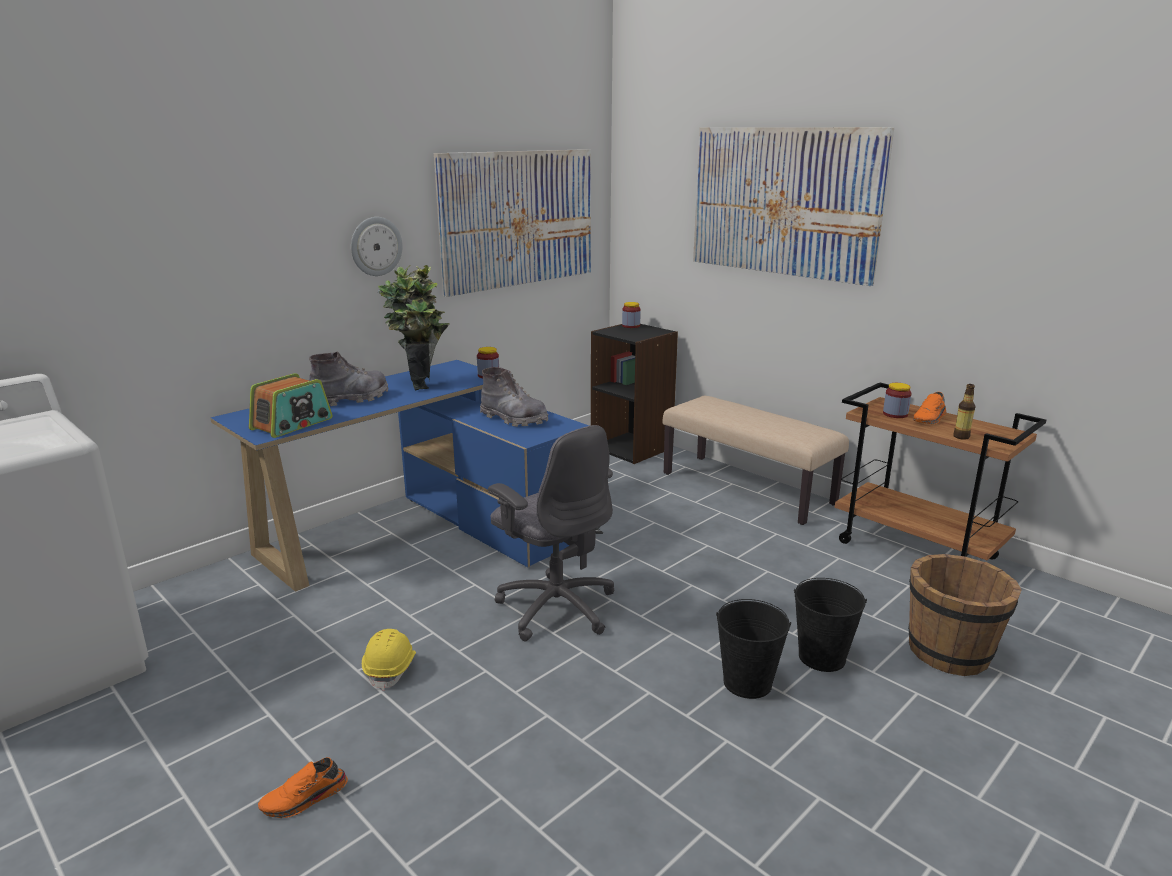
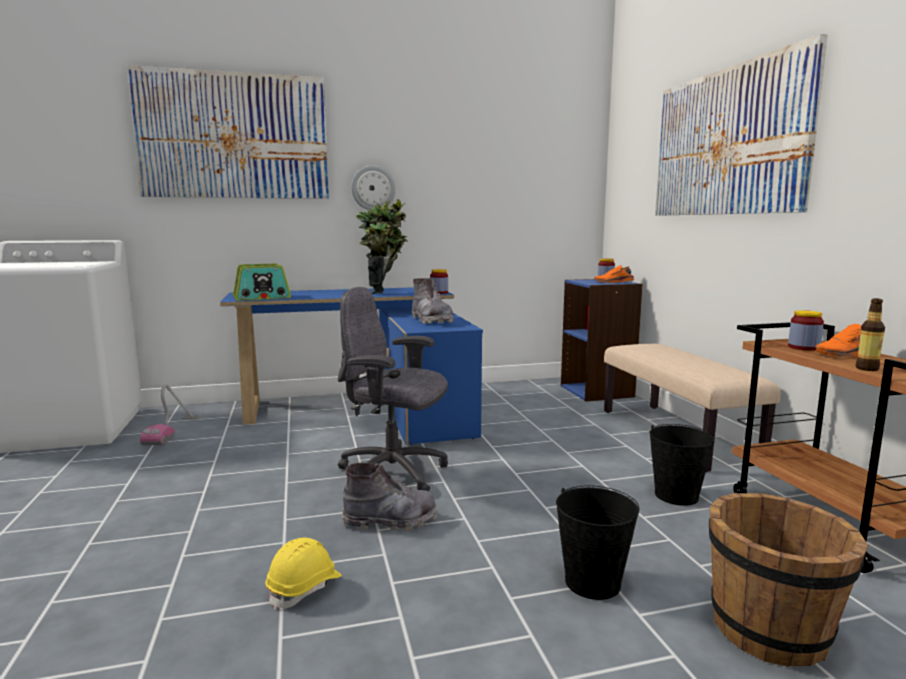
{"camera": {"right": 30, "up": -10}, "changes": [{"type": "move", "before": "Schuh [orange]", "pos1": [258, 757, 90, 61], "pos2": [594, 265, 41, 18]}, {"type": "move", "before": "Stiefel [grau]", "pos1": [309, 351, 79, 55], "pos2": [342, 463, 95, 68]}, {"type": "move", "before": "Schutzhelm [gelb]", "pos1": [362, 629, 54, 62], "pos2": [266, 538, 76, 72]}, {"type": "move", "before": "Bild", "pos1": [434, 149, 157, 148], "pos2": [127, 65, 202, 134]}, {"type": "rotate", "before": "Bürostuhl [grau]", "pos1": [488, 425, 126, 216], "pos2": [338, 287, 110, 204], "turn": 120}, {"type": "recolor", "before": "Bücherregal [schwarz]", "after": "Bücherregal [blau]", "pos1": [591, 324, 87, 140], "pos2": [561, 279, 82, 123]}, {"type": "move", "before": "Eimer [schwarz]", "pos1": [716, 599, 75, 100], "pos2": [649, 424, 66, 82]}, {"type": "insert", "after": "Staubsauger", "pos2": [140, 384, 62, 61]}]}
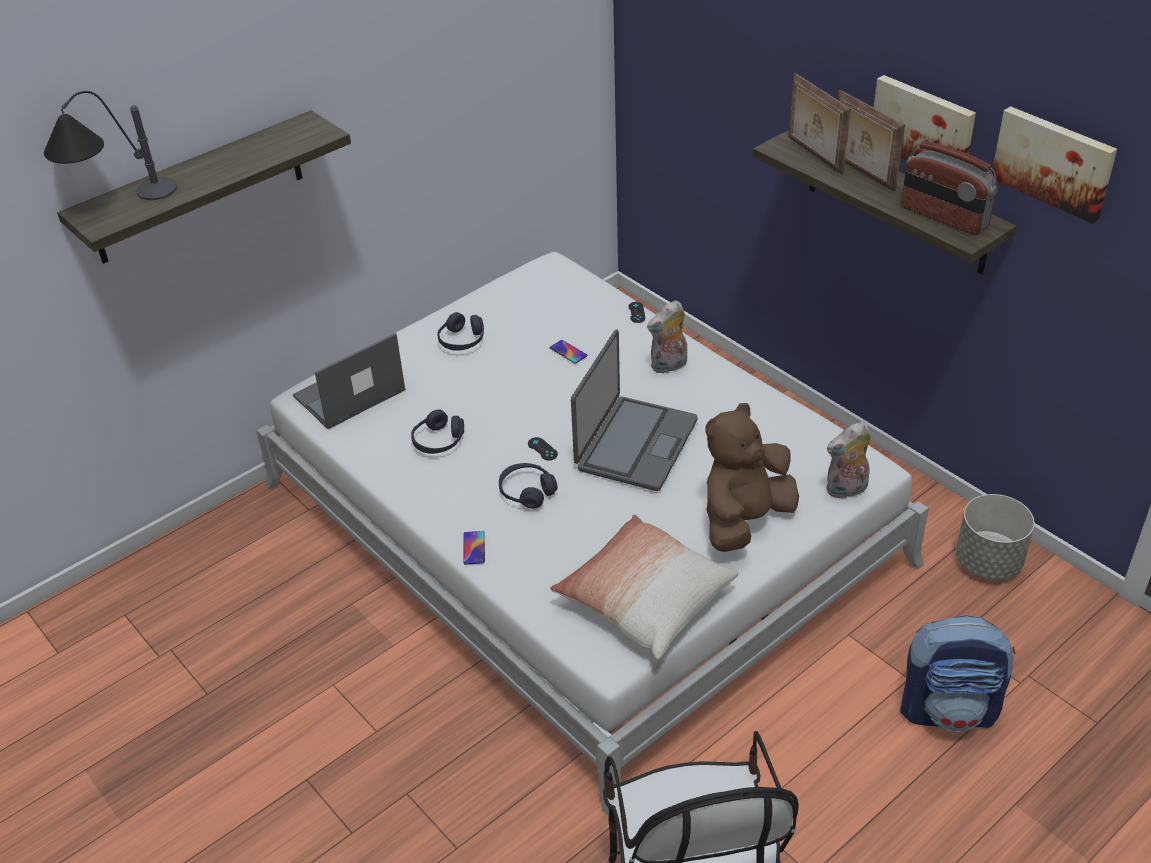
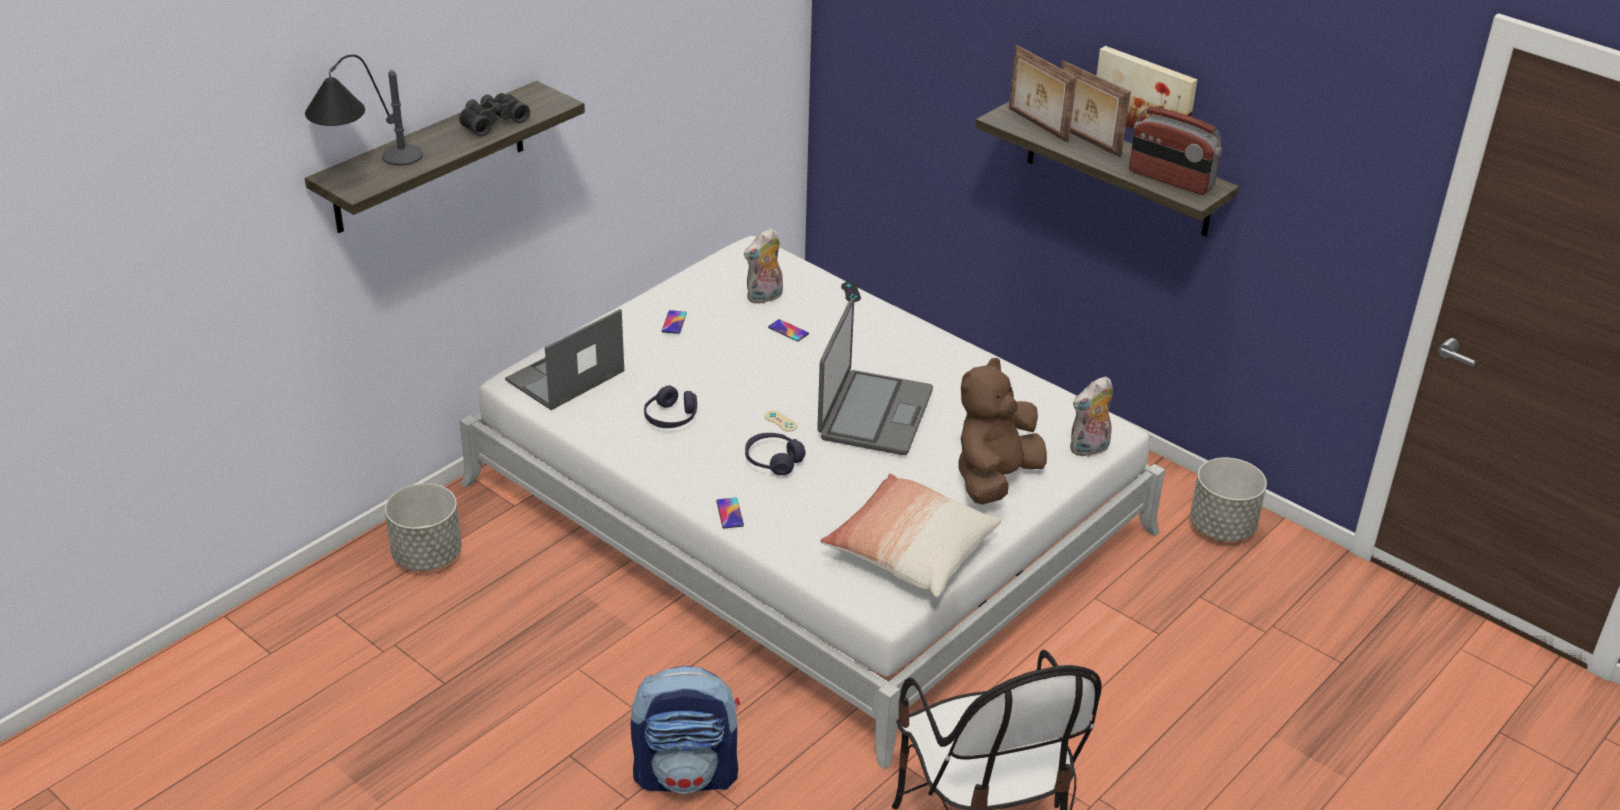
{"camera": {"right": -10, "up": -5}, "changes": [{"type": "replace", "before": "Kopfhörer [lila]", "after": "Handy", "pos1": [438, 312, 46, 39], "pos2": [662, 310, 25, 24]}, {"type": "recolor", "before": "Gamepad [schwarz]", "after": "Gamepad [beige]", "pos1": [528, 437, 30, 23], "pos2": [765, 411, 32, 21]}, {"type": "move", "before": "Plüschtier", "pos1": [647, 300, 40, 74], "pos2": [744, 228, 39, 76]}, {"type": "move", "before": "Rucksack", "pos1": [900, 616, 116, 116], "pos2": [631, 666, 109, 128]}, {"type": "delete", "before": "Bild", "pos1": [992, 106, 125, 118]}, {"type": "insert", "after": "Pflanzkübel [grau]", "pos2": [385, 483, 77, 88]}, {"type": "insert", "after": "Fernglas [schwarz]", "pos2": [459, 93, 71, 44]}]}
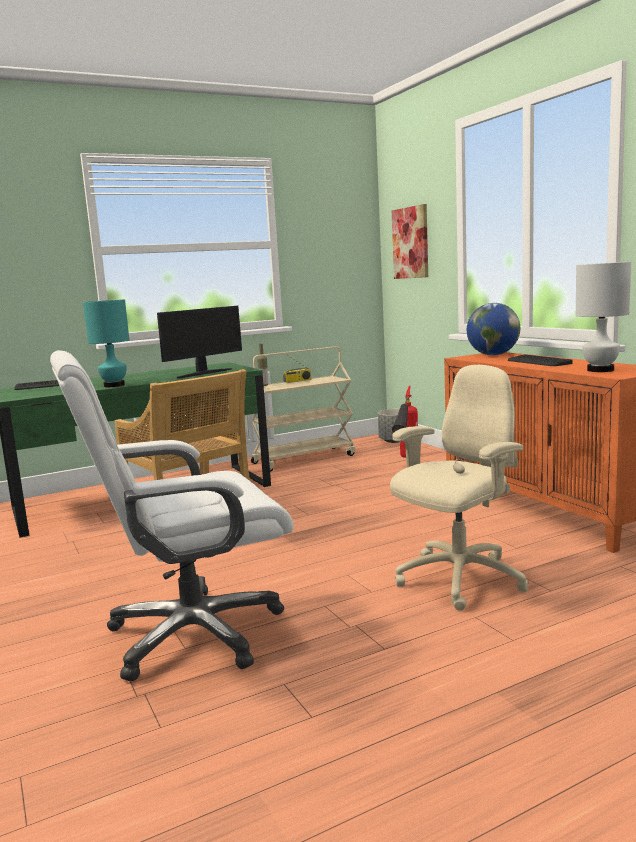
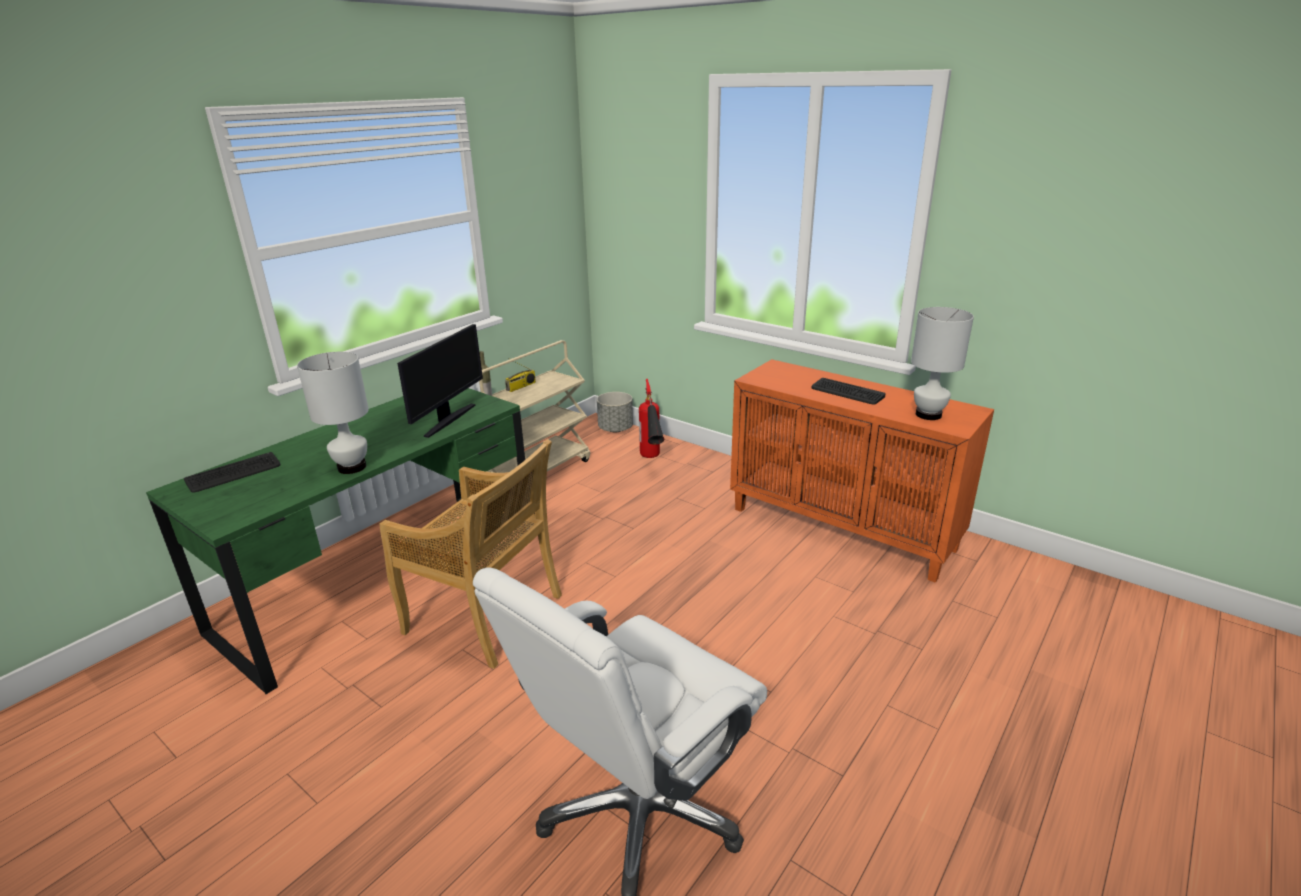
{"camera": {"right": -25, "up": 15}, "changes": [{"type": "recolor", "before": "Tischlampe [türkis]", "after": "Tischlampe [weiß]", "pos1": [83, 300, 46, 87], "pos2": [297, 352, 72, 122]}, {"type": "delete", "before": "Bürostuhl [beige]", "pos1": [390, 365, 139, 246]}, {"type": "delete", "before": "Bild", "pos1": [392, 204, 36, 75]}, {"type": "delete", "before": "Globus", "pos1": [467, 303, 53, 52]}]}
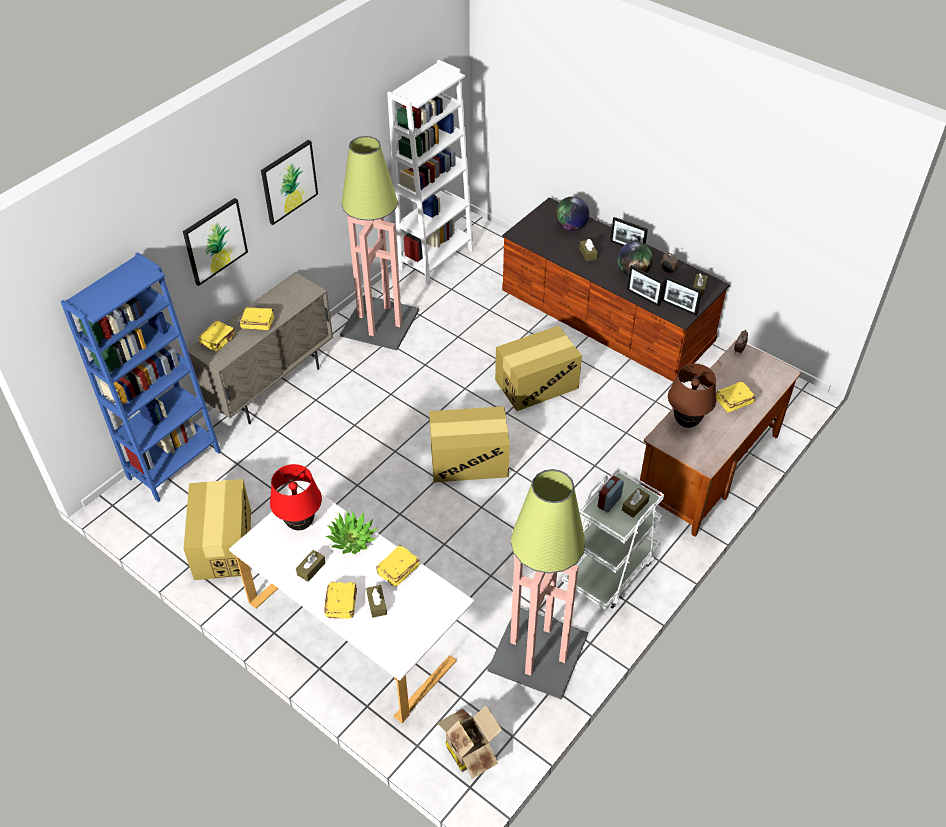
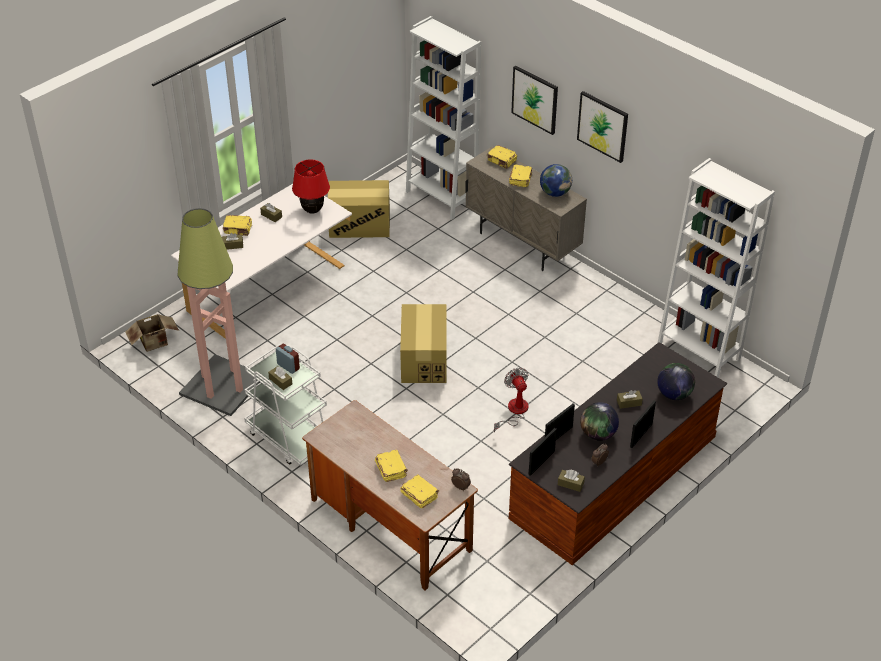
{"camera": {"right": 95, "up": -5}, "changes": [{"type": "recolor", "before": "Bücherregal [blau]", "after": "Bücherregal [weiß]", "pos1": [61, 252, 160, 250], "pos2": [406, 16, 75, 204]}, {"type": "delete", "before": "Topfpflanze", "pos1": [325, 510, 52, 44]}, {"type": "delete", "before": "Stehlampe", "pos1": [340, 136, 79, 214]}, {"type": "move", "before": "Buch [gelb]", "pos1": [376, 545, 44, 42], "pos2": [400, 474, 39, 34]}, {"type": "replace", "before": "Karton", "after": "Ventilator", "pos1": [495, 325, 87, 86], "pos2": [494, 368, 35, 65]}, {"type": "delete", "before": "Tischlampe [braun]", "pos1": [668, 363, 48, 65]}, {"type": "insert", "after": "Globus", "pos2": [540, 164, 32, 33]}]}
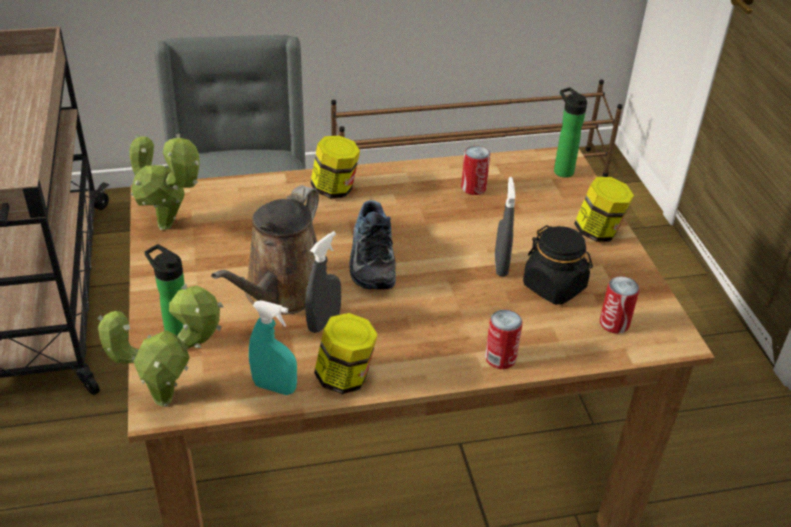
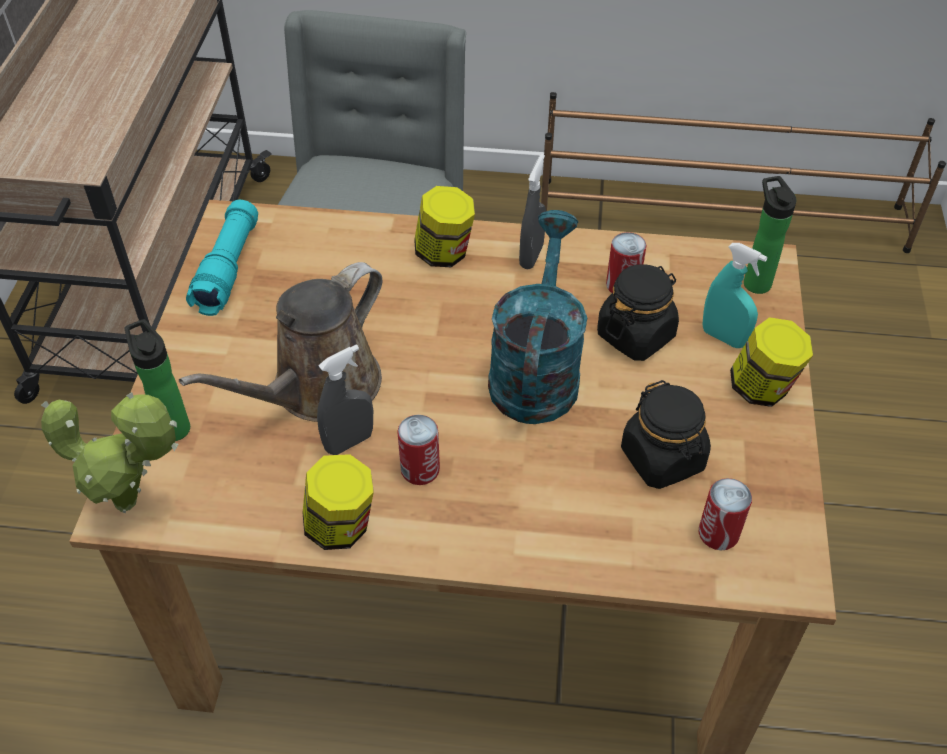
{"camera": {"right": 20, "up": 10}, "changes": [{"type": "replace", "before": "Topfpflanze", "after": "Taschenlampe [türkis]", "pos1": [129, 134, 71, 96], "pos2": [186, 200, 72, 116]}, {"type": "move", "before": "Sprühflasche [türkis]", "pos1": [249, 300, 48, 95], "pos2": [702, 243, 65, 105]}, {"type": "delete", "before": "Schuh", "pos1": [349, 200, 47, 89]}, {"type": "move", "before": "Dose", "pos1": [485, 309, 37, 60], "pos2": [397, 415, 43, 70]}, {"type": "move", "before": "Sprühflasche [grau]", "pos1": [495, 177, 20, 99], "pos2": [519, 154, 27, 115]}, {"type": "insert", "after": "Gießkanne [türkis]", "pos2": [488, 210, 99, 214]}, {"type": "insert", "after": "Vorratsglas [schwarz]", "pos2": [597, 264, 82, 97]}]}
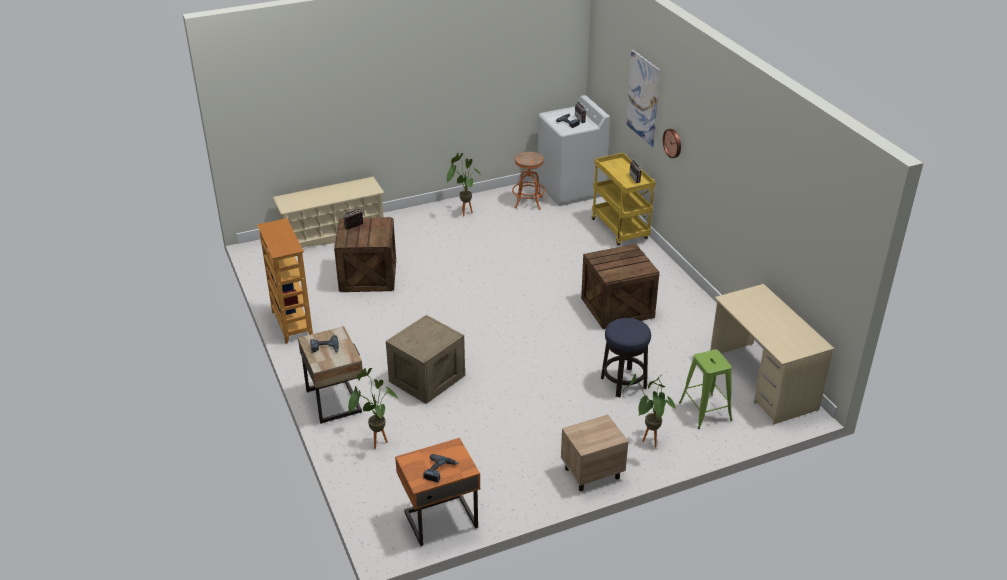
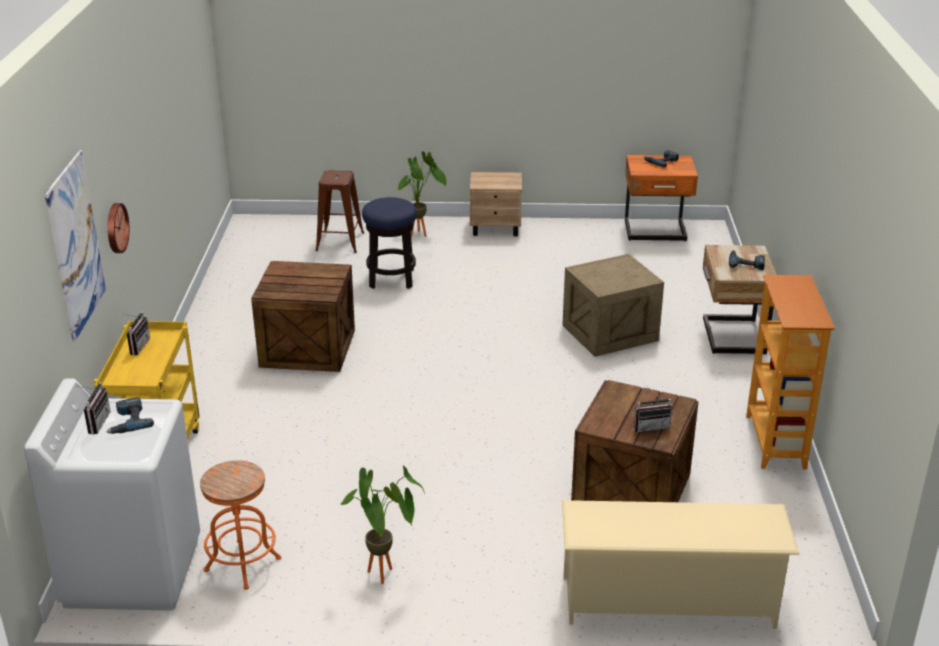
{"camera": {"right": -155, "up": -5}, "changes": [{"type": "delete", "before": "Topfpflanze", "pos1": [348, 368, 50, 81]}, {"type": "recolor", "before": "Hocker [grün]", "after": "Hocker [braun]", "pos1": [679, 349, 53, 80], "pos2": [315, 170, 49, 83]}, {"type": "delete", "before": "Schreibtisch [beige]", "pos1": [710, 284, 125, 140]}]}
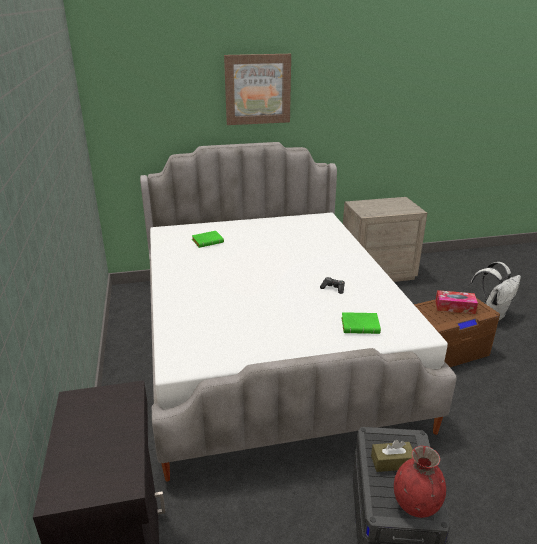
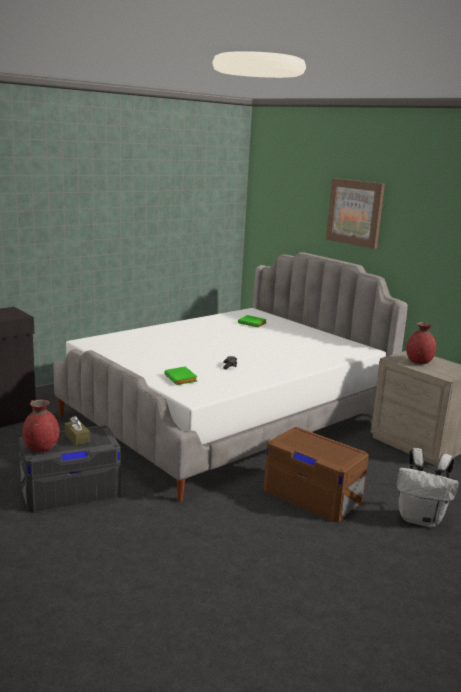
{"camera": {"right": 60, "up": -10}, "changes": [{"type": "delete", "before": "Taschentuchbox", "pos1": [435, 290, 43, 24]}, {"type": "insert", "after": "Vase [rot]", "pos2": [406, 322, 30, 42]}]}
